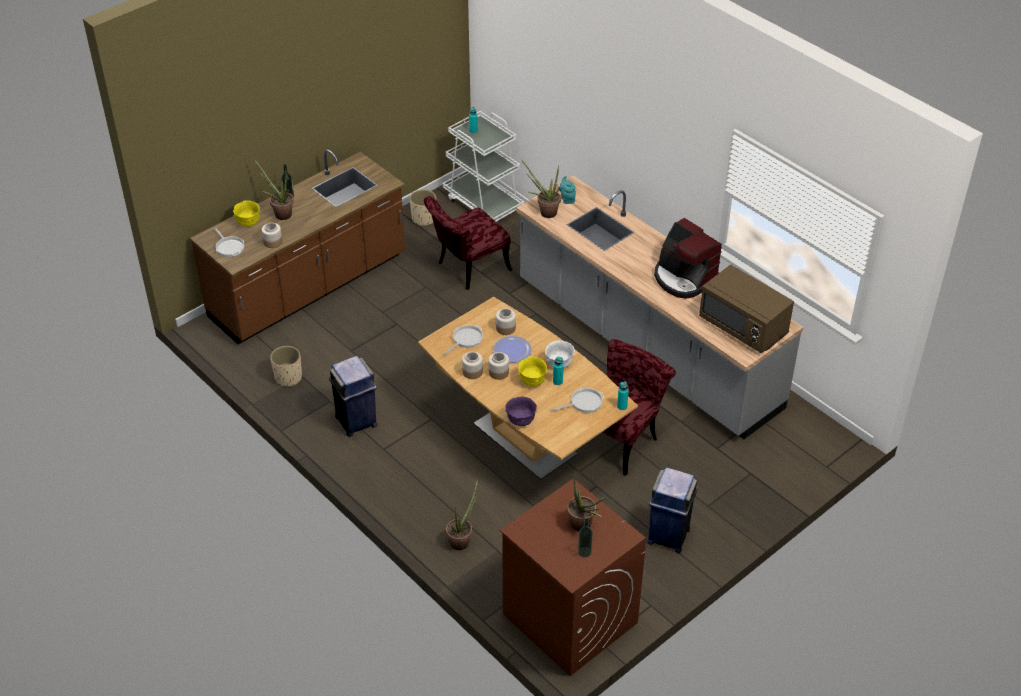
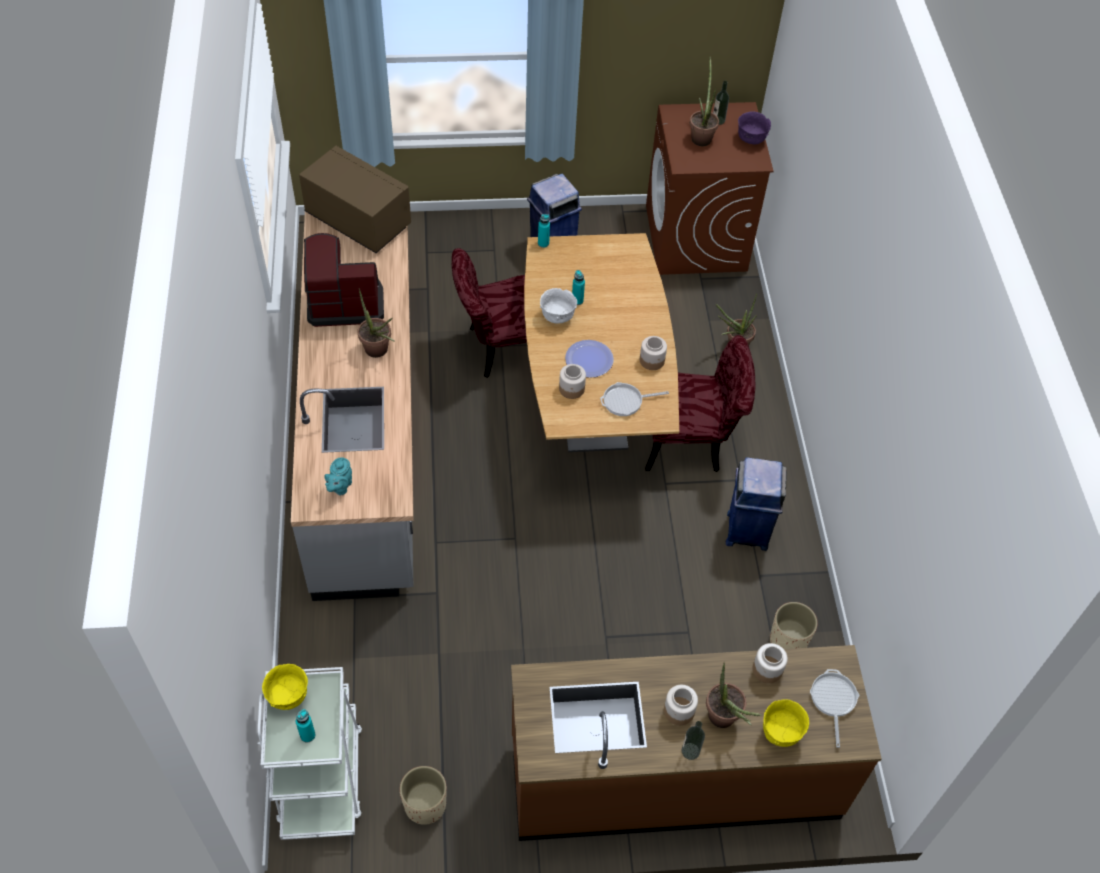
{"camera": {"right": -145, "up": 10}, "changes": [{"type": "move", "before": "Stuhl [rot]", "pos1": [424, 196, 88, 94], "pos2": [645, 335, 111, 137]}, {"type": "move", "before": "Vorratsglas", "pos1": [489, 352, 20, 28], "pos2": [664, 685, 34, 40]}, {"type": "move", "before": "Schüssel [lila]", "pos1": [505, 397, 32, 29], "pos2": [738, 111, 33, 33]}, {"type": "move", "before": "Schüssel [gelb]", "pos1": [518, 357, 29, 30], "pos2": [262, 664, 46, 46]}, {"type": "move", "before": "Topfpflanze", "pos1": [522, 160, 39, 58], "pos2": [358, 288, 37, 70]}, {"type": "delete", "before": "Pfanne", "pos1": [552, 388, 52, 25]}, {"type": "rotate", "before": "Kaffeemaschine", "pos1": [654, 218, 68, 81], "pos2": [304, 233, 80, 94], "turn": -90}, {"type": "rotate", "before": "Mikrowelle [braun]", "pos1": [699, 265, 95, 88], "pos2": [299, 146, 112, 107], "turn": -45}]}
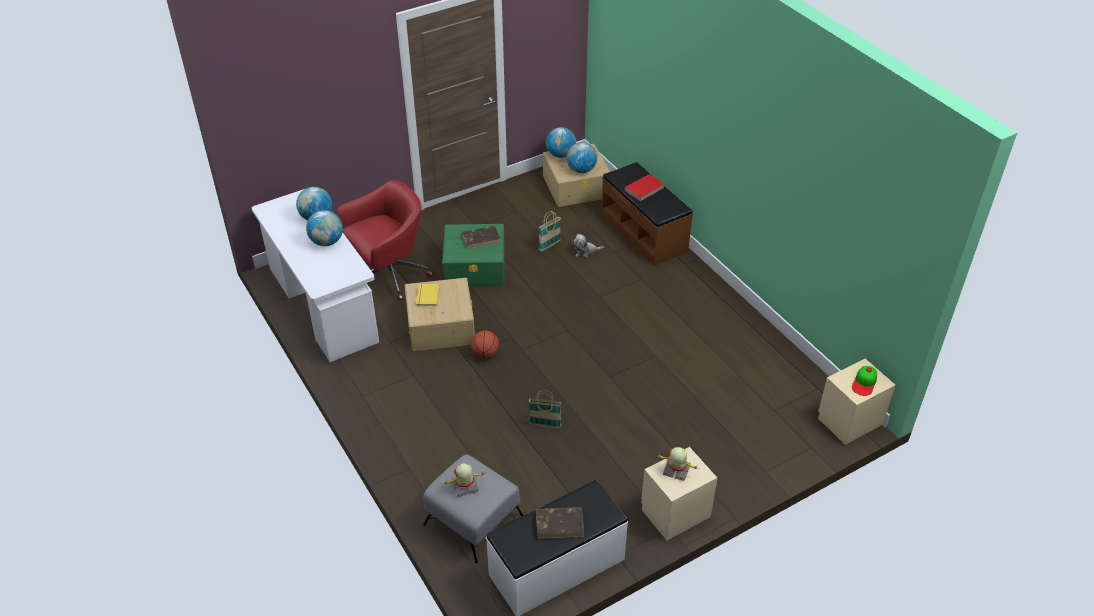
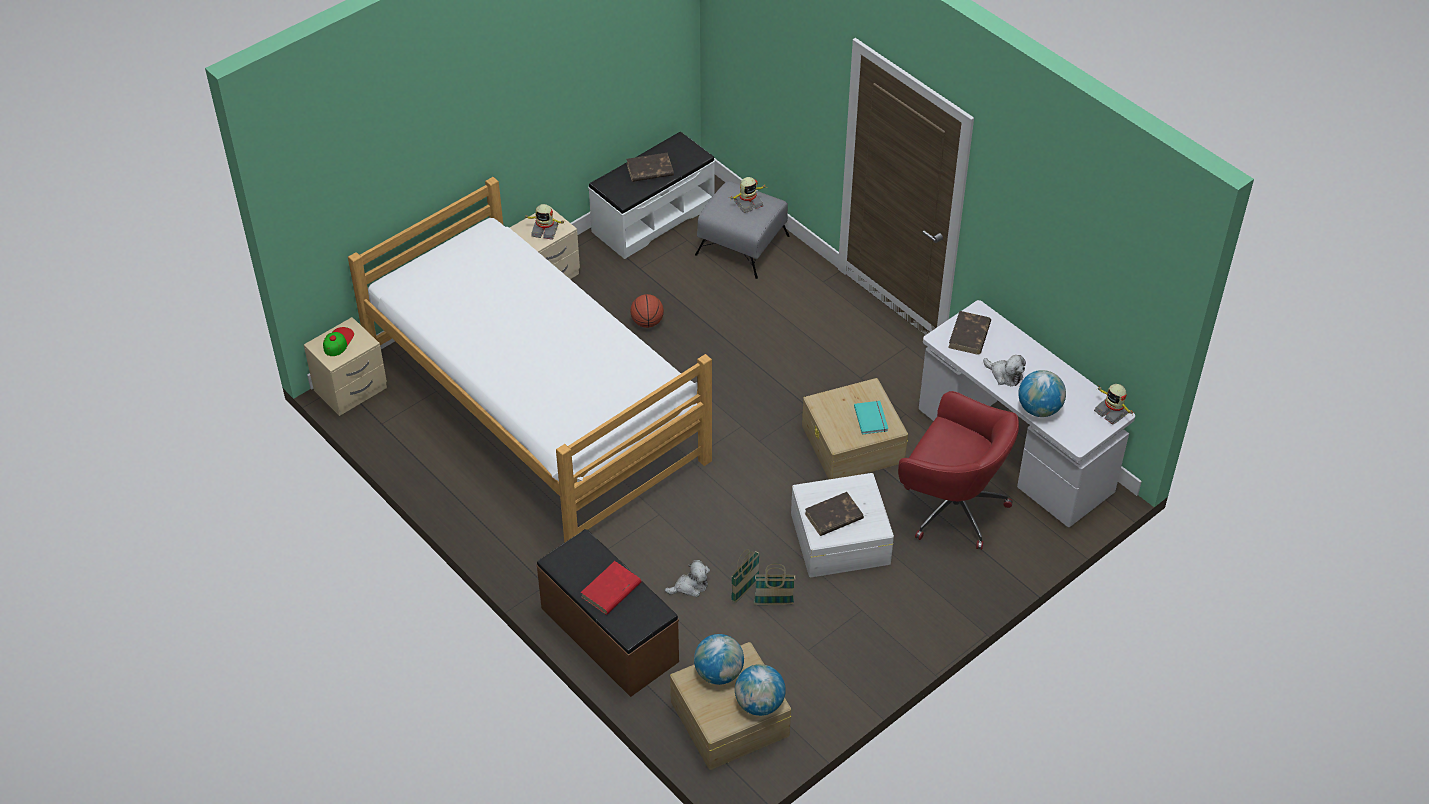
{"camera": {"right": 170, "up": 5}, "changes": [{"type": "replace", "before": "Globus", "after": "Plüschtier", "pos1": [306, 210, 37, 36], "pos2": [983, 355, 43, 31]}, {"type": "rotate", "before": "Bürostuhl [rot]", "pos1": [337, 180, 96, 121], "pos2": [898, 391, 121, 159], "turn": -105}, {"type": "recolor", "before": "Buch [gelb]", "after": "Buch [türkis]", "pos1": [416, 284, 24, 22], "pos2": [854, 401, 34, 33]}, {"type": "recolor", "before": "Aufbewahrungsbox [grün]", "after": "Aufbewahrungsbox [weiß]", "pos1": [442, 224, 63, 63], "pos2": [791, 473, 103, 105]}, {"type": "move", "before": "Basketball", "pos1": [471, 331, 28, 28], "pos2": [630, 294, 34, 34]}, {"type": "move", "before": "Korb", "pos1": [529, 390, 32, 38], "pos2": [754, 563, 41, 42]}, {"type": "insert", "after": "Bett", "pos2": [348, 177, 364, 366]}, {"type": "insert", "after": "Buch [braun]", "pos2": [948, 311, 43, 44]}, {"type": "insert", "after": "Spielzeugroboter", "pos2": [1094, 384, 39, 41]}]}
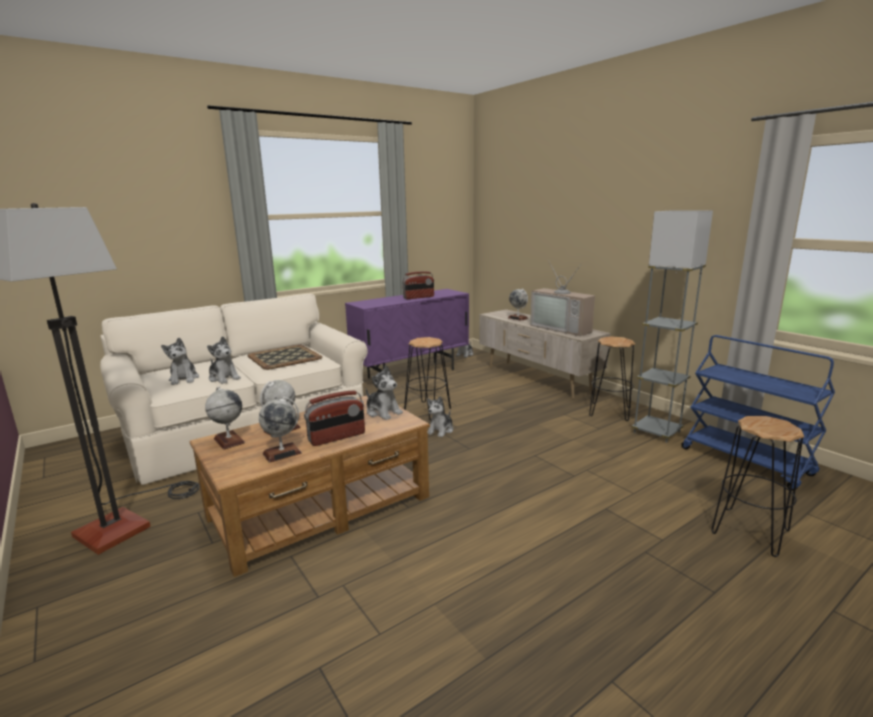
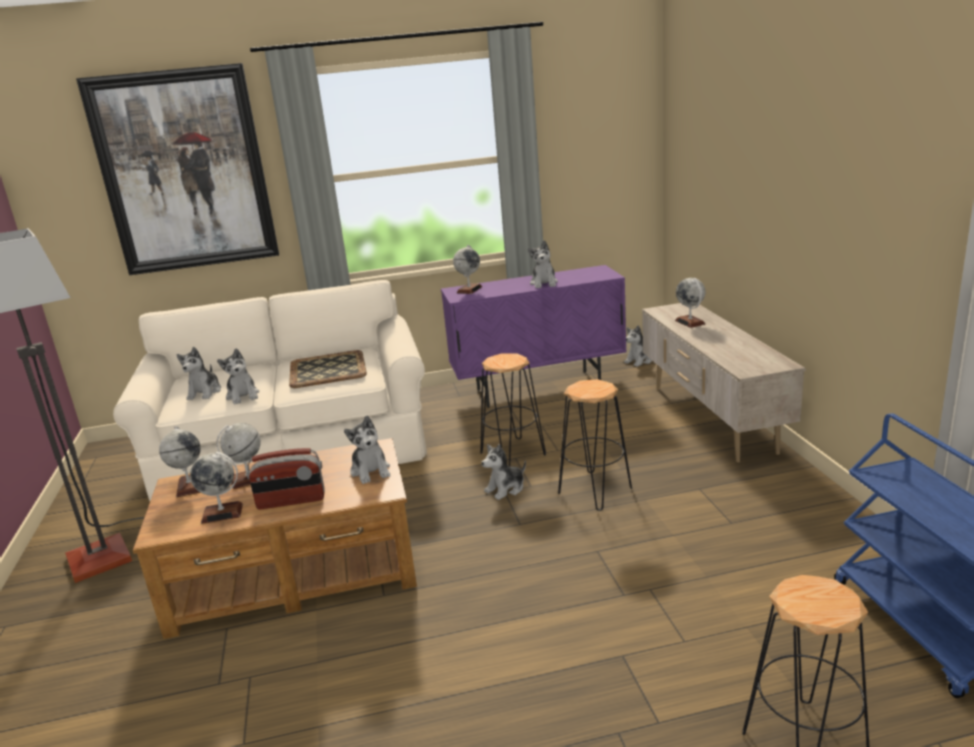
{"camera": {"right": 25, "up": 5}, "changes": [{"type": "replace", "before": "Radio", "after": "Plüschtier", "pos1": [402, 271, 32, 28], "pos2": [528, 240, 30, 48]}, {"type": "delete", "before": "Fernseher", "pos1": [530, 260, 65, 76]}, {"type": "move", "before": "Hocker [schwarz]", "pos1": [589, 336, 46, 85], "pos2": [558, 379, 74, 132]}, {"type": "delete", "before": "Stehlampe [grau]", "pos1": [632, 210, 81, 233]}, {"type": "insert", "after": "Bild", "pos2": [76, 63, 203, 212]}, {"type": "insert", "after": "Globus", "pos2": [453, 245, 29, 49]}]}
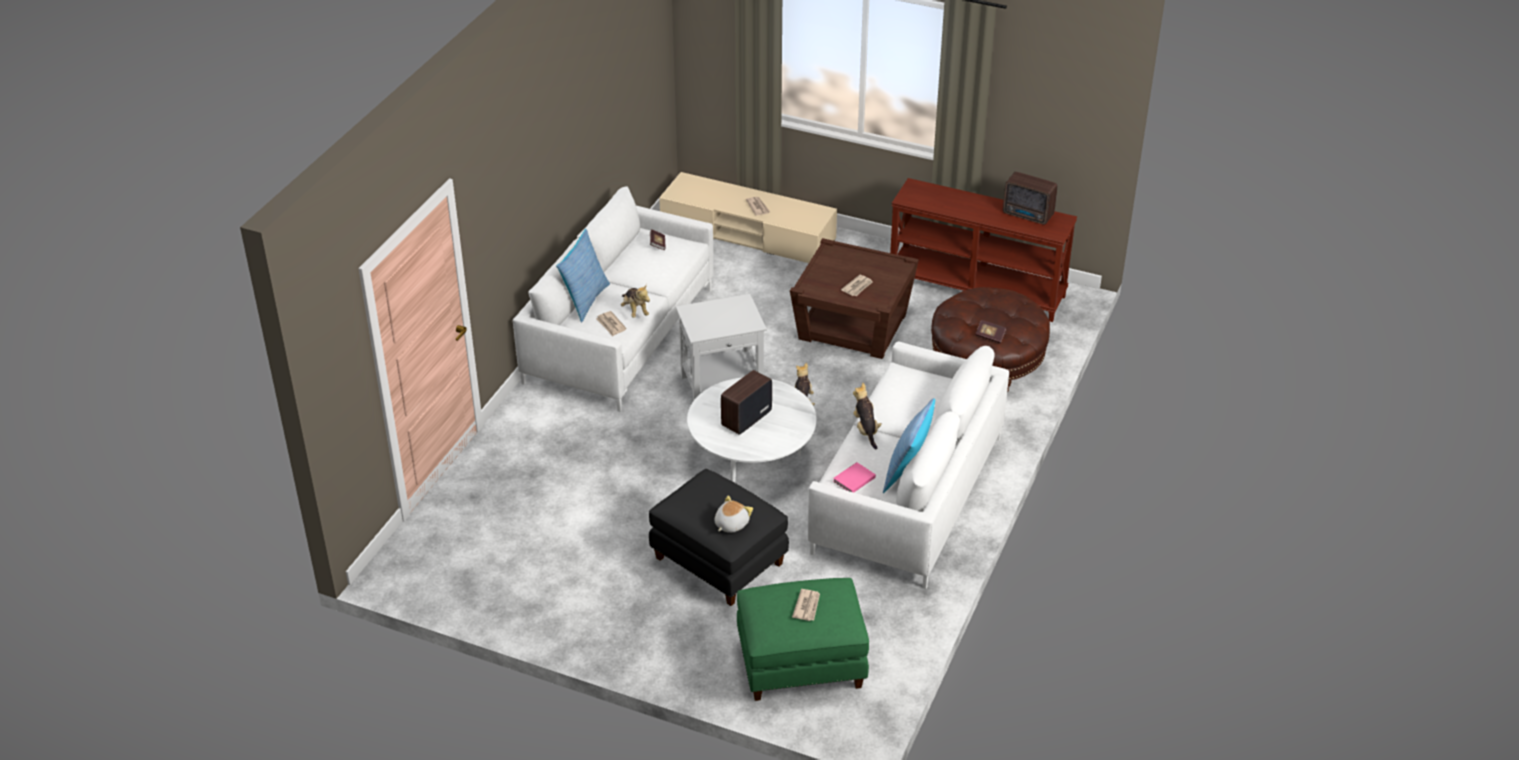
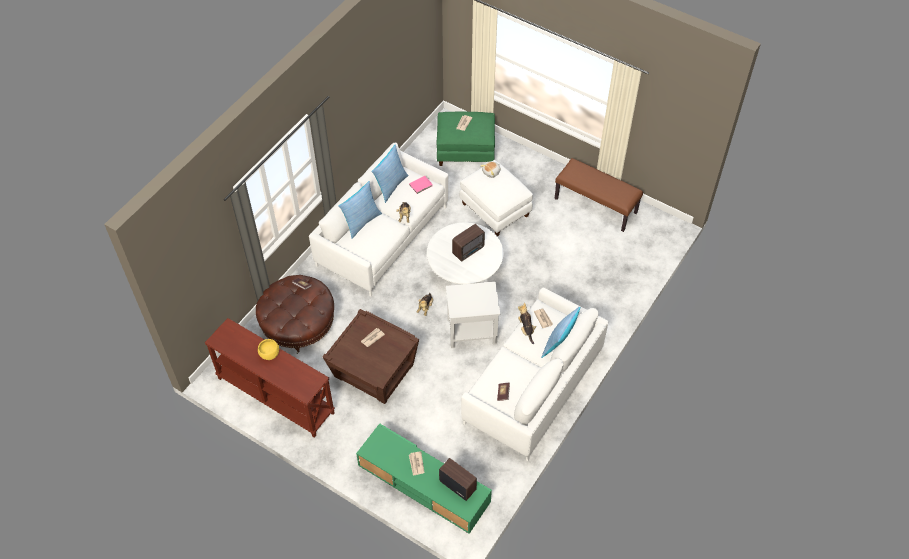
{"camera": {"right": -170, "up": 15}, "changes": [{"type": "recolor", "before": "Polsterhocker [schwarz]", "after": "Polsterhocker [weiß]", "pos1": [649, 469, 140, 137], "pos2": [459, 160, 74, 76]}, {"type": "recolor", "before": "Fernsehschrank [beige]", "after": "Fernsehschrank [grün]", "pos1": [659, 172, 178, 91], "pos2": [356, 424, 136, 110]}, {"type": "move", "before": "Radio", "pos1": [1003, 172, 54, 53], "pos2": [439, 458, 38, 43]}, {"type": "insert", "after": "Schüssel [gelb]", "pos2": [258, 339, 21, 21]}, {"type": "insert", "after": "Kissen", "pos2": [338, 181, 44, 58]}, {"type": "insert", "after": "Bank [braun]", "pos2": [555, 158, 88, 74]}]}
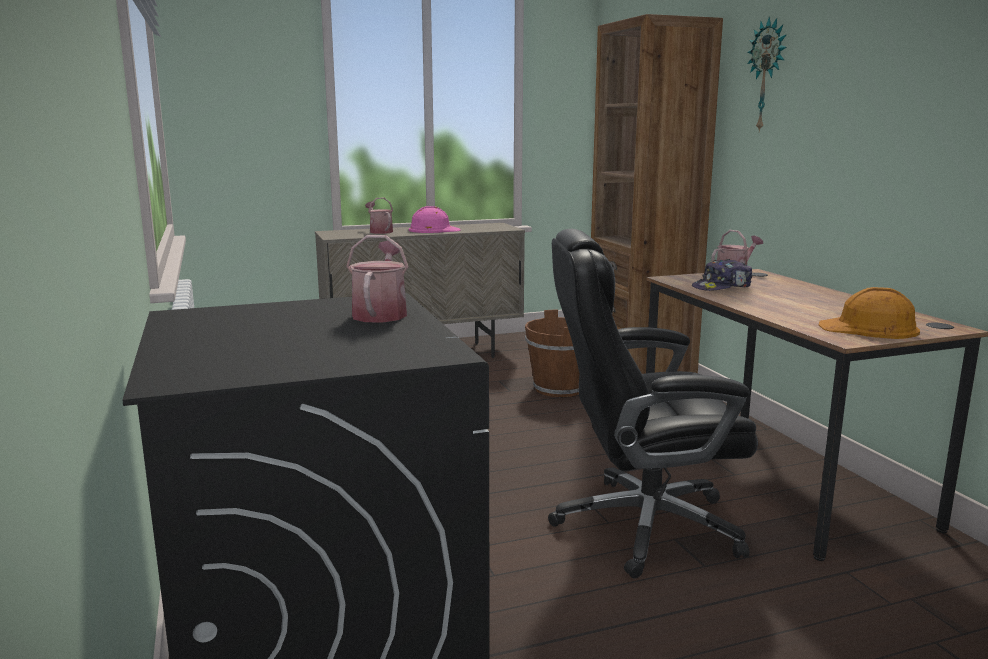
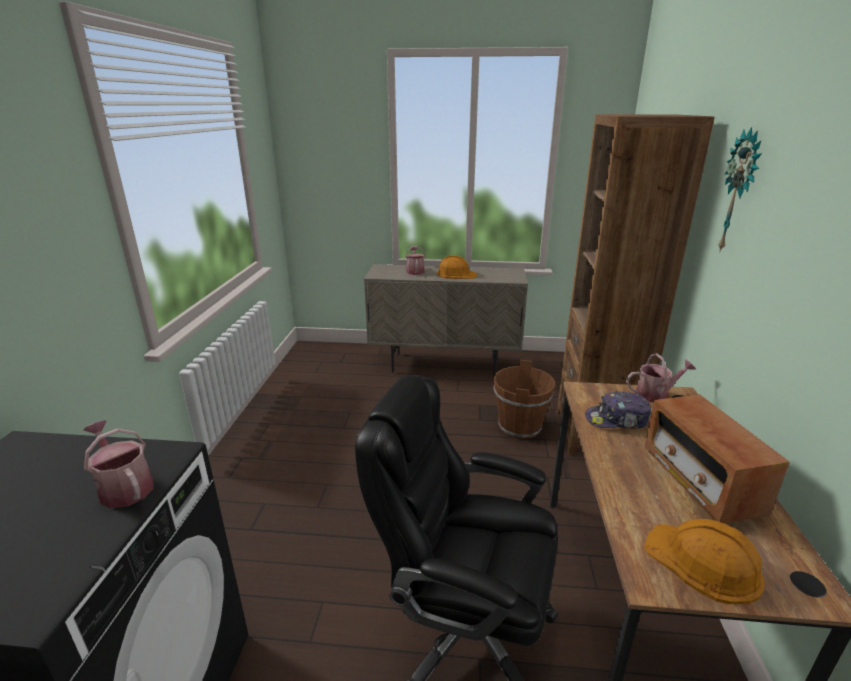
{"camera": {"right": 25, "up": 10}, "changes": [{"type": "rotate", "before": "Gießkanne", "pos1": [346, 235, 63, 88], "pos2": [83, 420, 70, 89], "turn": -75}, {"type": "recolor", "before": "Schutzhelm [rosa]", "after": "Schutzhelm [orange]", "pos1": [409, 206, 52, 27], "pos2": [437, 255, 41, 24]}, {"type": "insert", "after": "Radio", "pos2": [644, 394, 146, 129]}]}
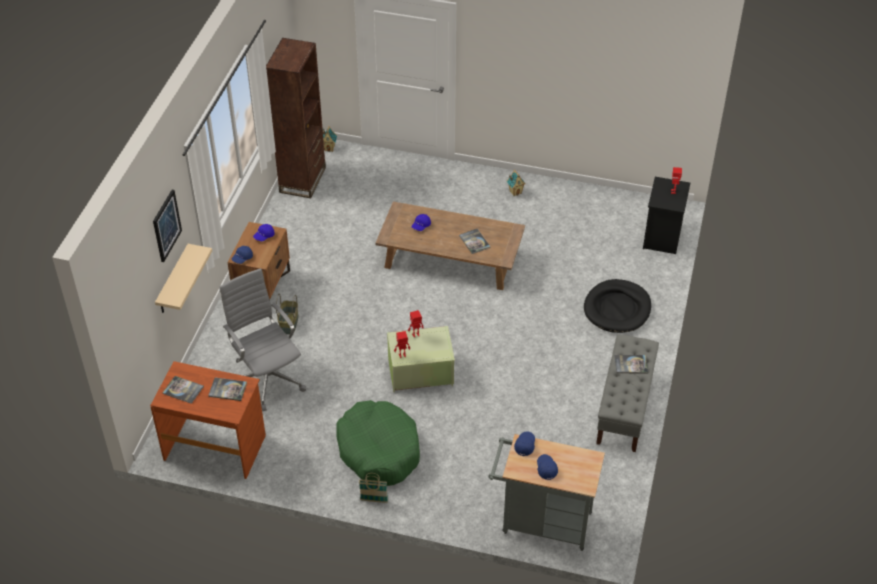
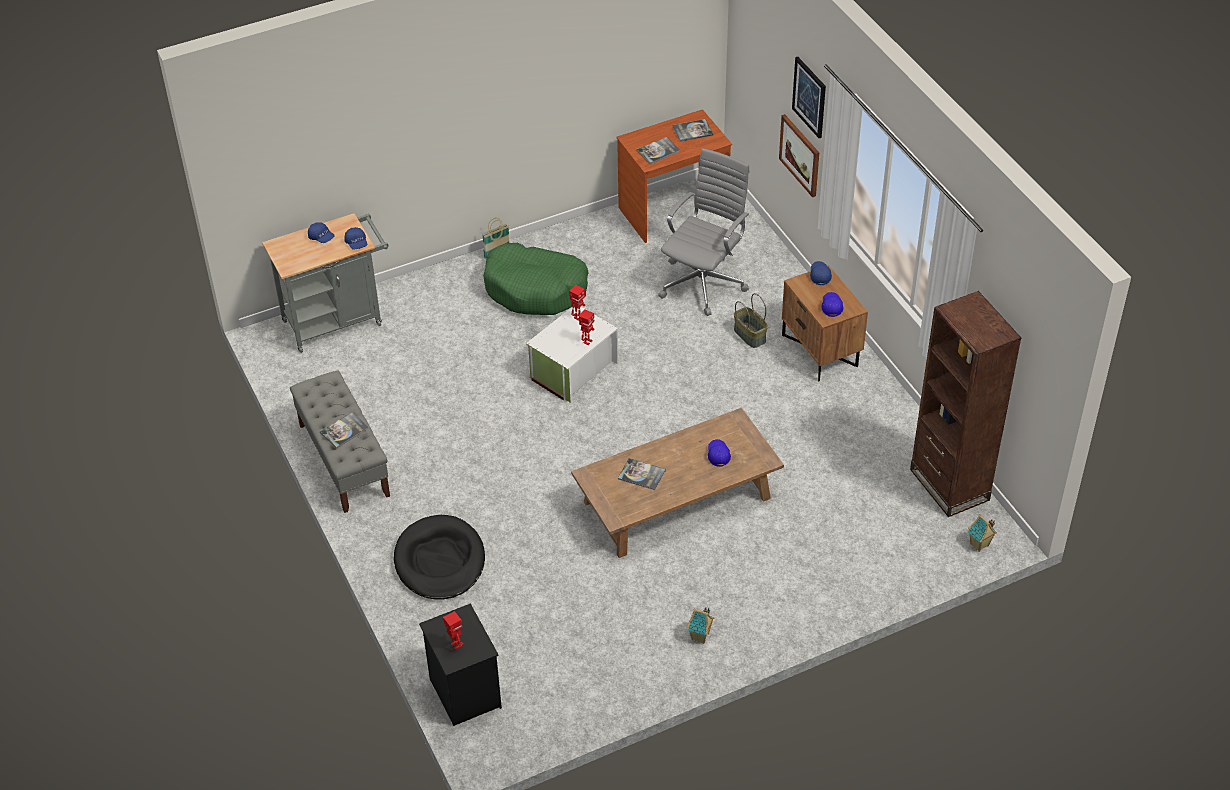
{"camera": {"right": 140, "up": 0}, "changes": [{"type": "replace", "before": "Wandregal [beige]", "after": "Bild", "pos1": [155, 244, 57, 69], "pos2": [779, 114, 40, 83]}, {"type": "rotate", "before": "Bürostuhl [grau]", "pos1": [219, 268, 87, 143], "pos2": [658, 148, 91, 168], "turn": -75}, {"type": "recolor", "before": "Aufbewahrungsbox [grün]", "after": "Aufbewahrungsbox [weiß]", "pos1": [387, 326, 68, 67], "pos2": [526, 307, 92, 96]}]}
